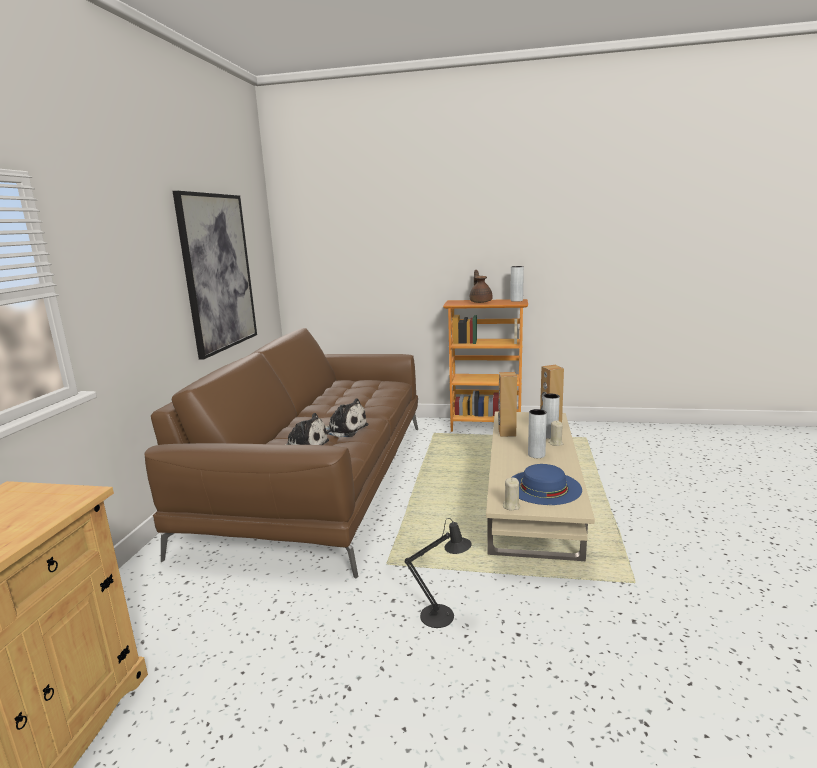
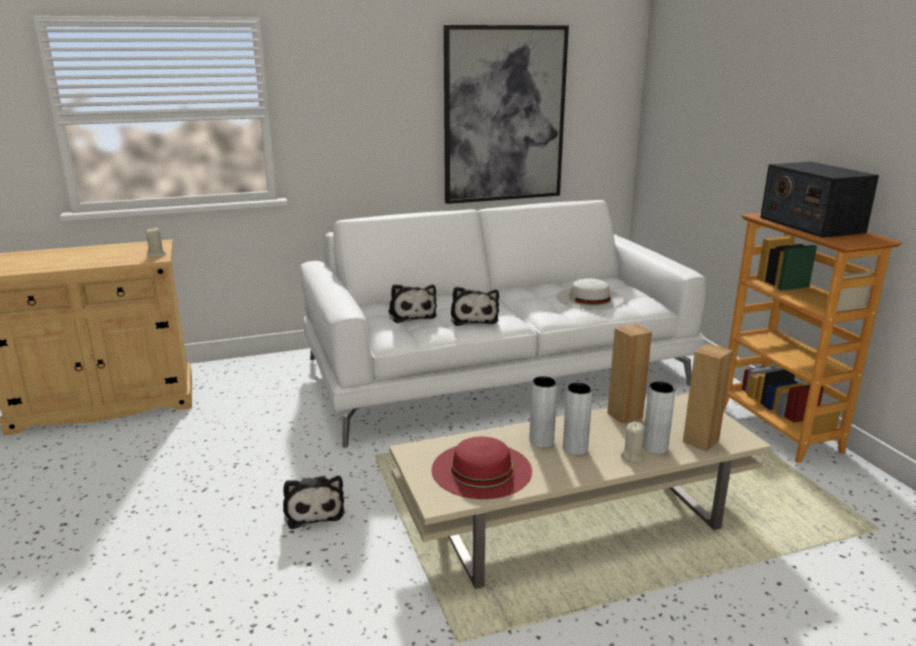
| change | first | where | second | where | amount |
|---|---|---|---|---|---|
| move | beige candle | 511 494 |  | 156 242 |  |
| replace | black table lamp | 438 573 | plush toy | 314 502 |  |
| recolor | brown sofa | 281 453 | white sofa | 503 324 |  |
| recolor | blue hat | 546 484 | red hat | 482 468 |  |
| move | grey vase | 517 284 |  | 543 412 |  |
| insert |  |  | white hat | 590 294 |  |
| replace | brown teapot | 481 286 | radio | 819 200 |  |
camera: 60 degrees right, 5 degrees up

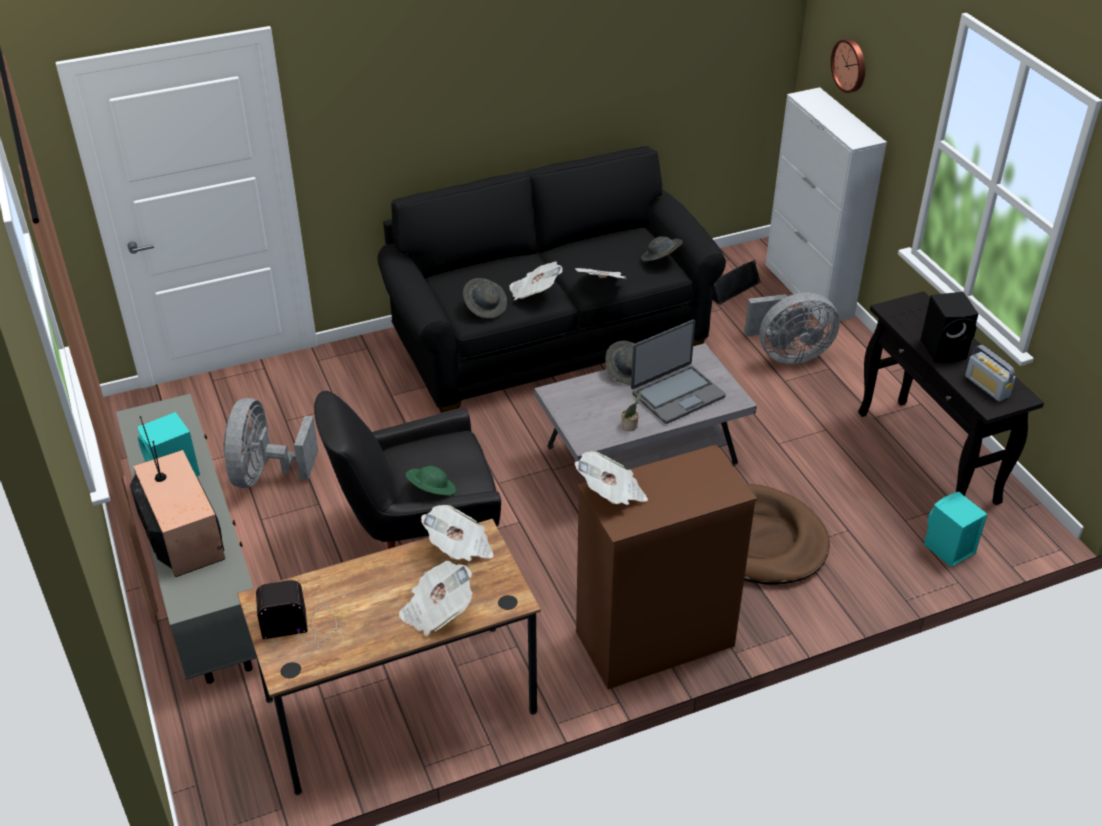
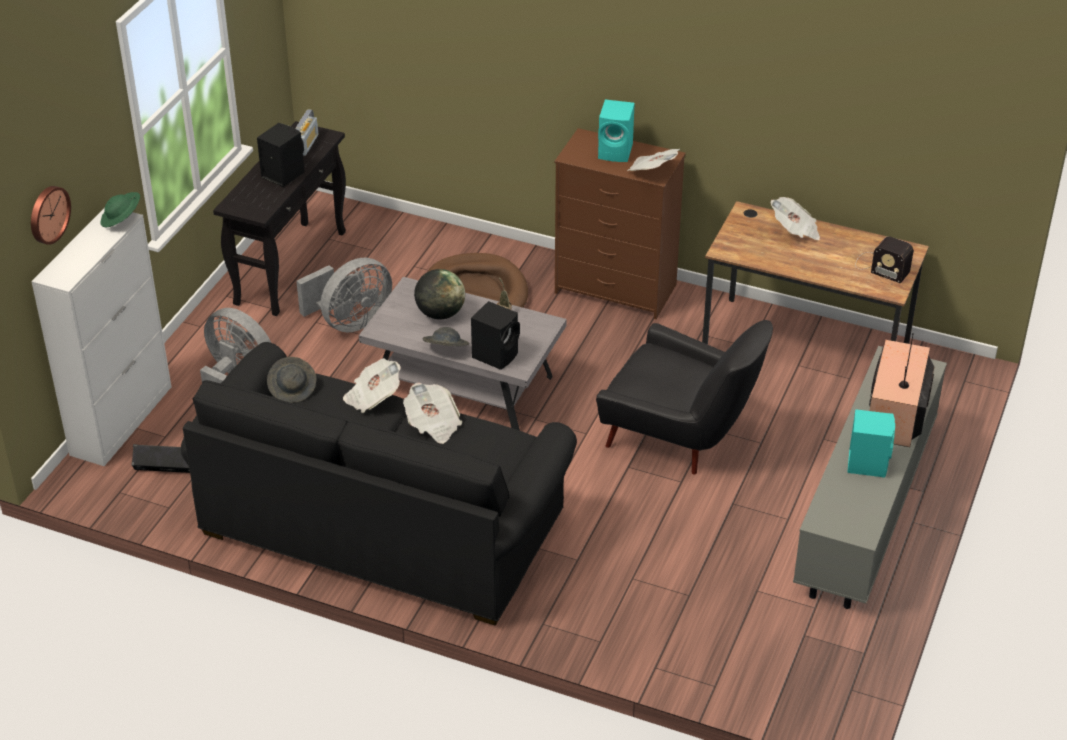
| change | first | where | second | where | amount |
|---|---|---|---|---|---|
| move | green hat | 431 480 |  | 120 209 |  |
| move | grey fan | 270 443 |  | 344 295 |  |
| replace | laptop | 678 372 | globe | 439 294 |  |
| insert |  |  | black speaker | 495 335 |  |
| move | turquoise speaker | 955 529 |  | 616 131 |  |
| delete | newspaper | 457 533 |  |  |  |
| delete | grey hat | 485 298 |  |  |  |
camera: 135 degrees left, 0 degrees up

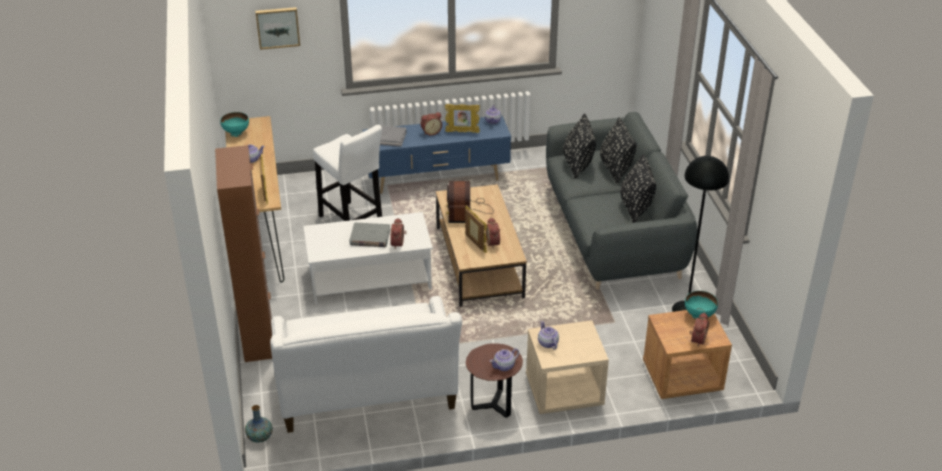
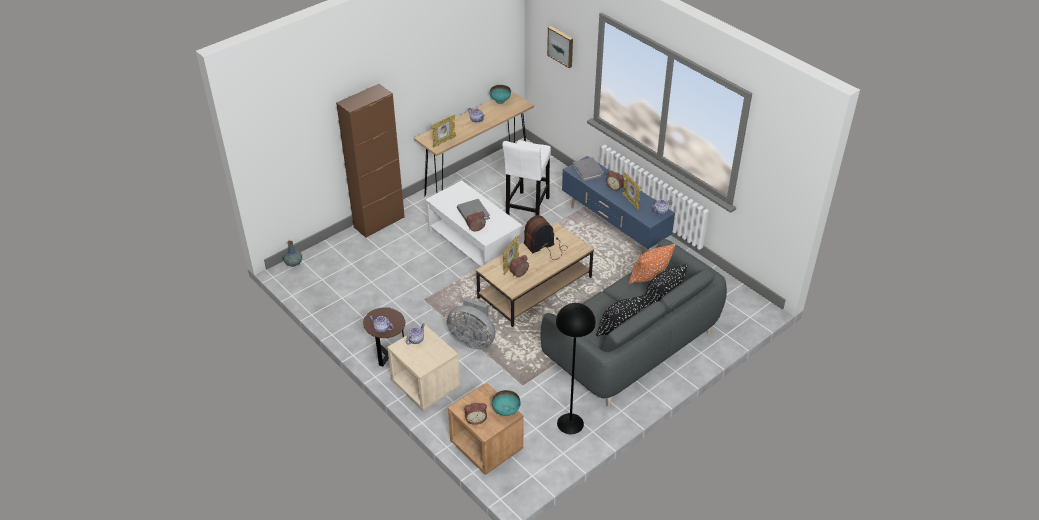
| change | first | where | second | where | amount |
|---|---|---|---|---|---|
| insert |  |  | grey fan | 471 323 |  |
| recolor | black pillow | 579 146 | orange pillow | 651 263 |  |
| delete | white sofa | 366 364 |  |  |  |
camera: 60 degrees right, 5 degrees up

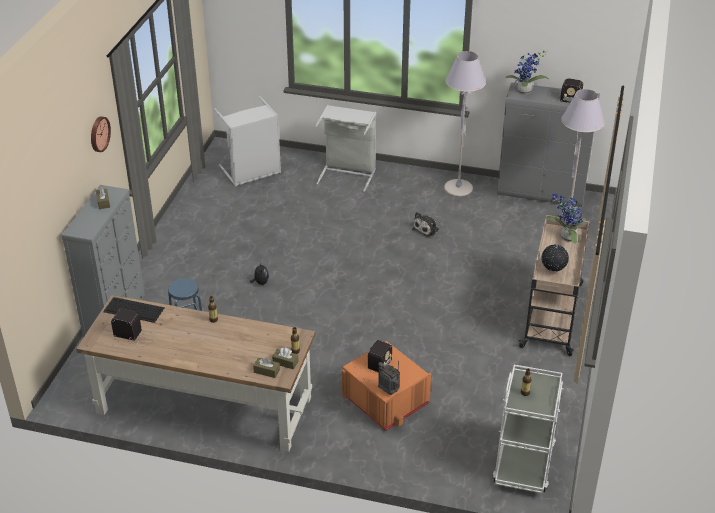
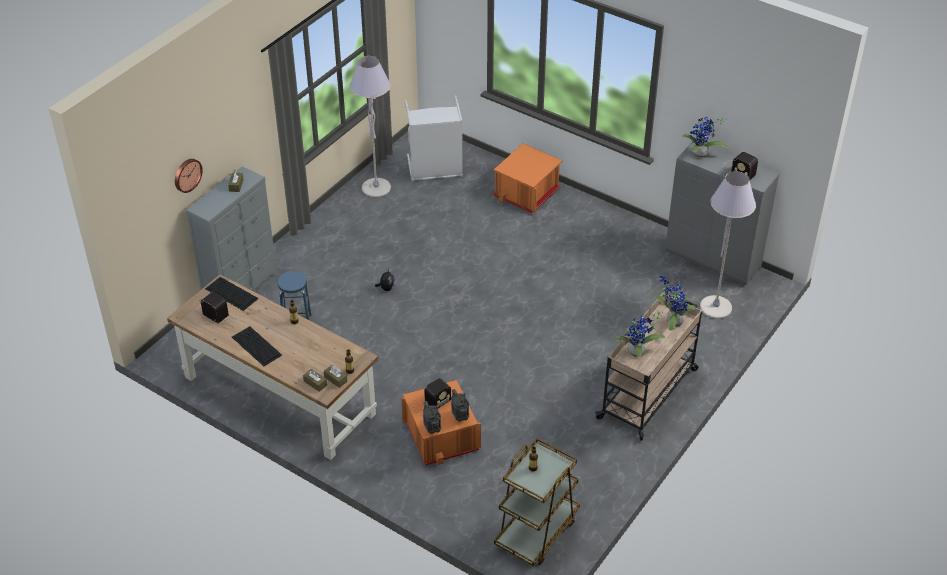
| change | first | where | second | where | amount |
|---|---|---|---|---|---|
| move | wall clock | 101 134 |  | 189 176 |  |
| insert |  |  | keyboard | 257 346 |  |
| move | grey floor lamp | 465 124 |  | 370 126 |  |
| insert |  |  | radio | 460 405 |  |
| replace | grey laundry basket | 345 148 | orange storage box | 527 178 |  |
| recolor | white cart | 528 429 | brown cart | 537 502 |  |
| replace | globe | 555 258 | potted plant | 639 334 |  |
| delete | plush toy | 425 224 |  |  |  |
camera: 20 degrees right, 5 degrees up

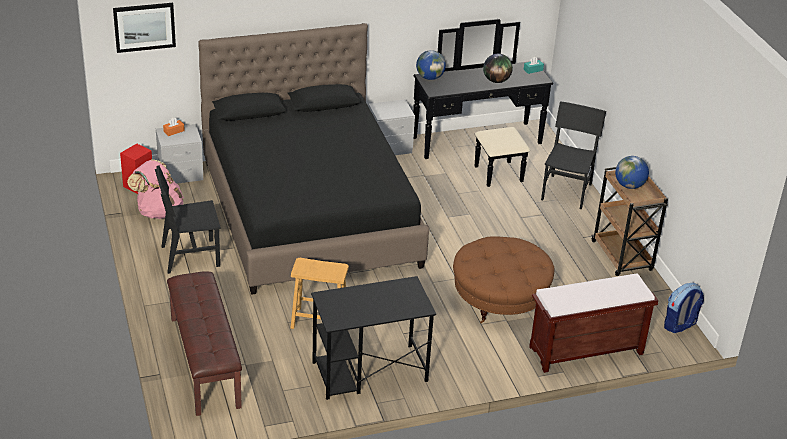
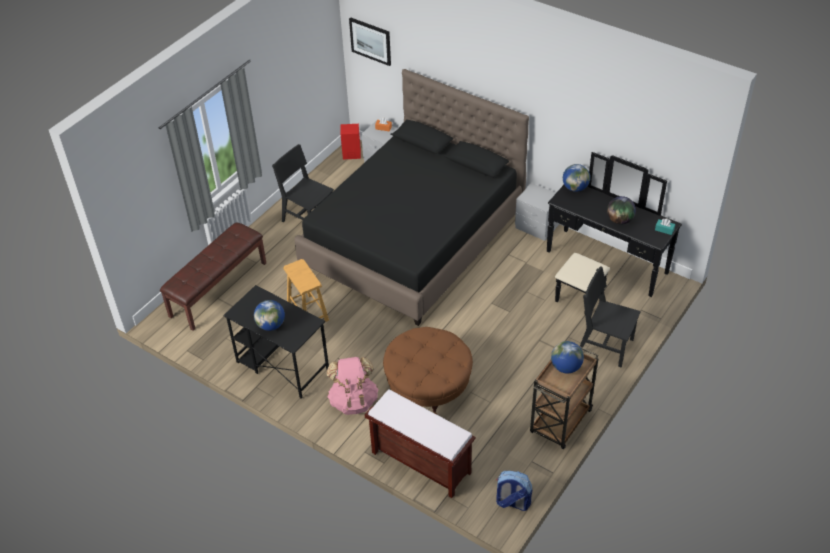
| change | first | where | second | where | amount |
|---|---|---|---|---|---|
| insert |  |  | globe | 269 315 |  |
| move | pink backpack | 155 189 |  | 353 386 |  |
| rotate | black chair | 573 155 |  | 610 316 | 135 degrees counterclockwise |
camera: 55 degrees right, 10 degrees up

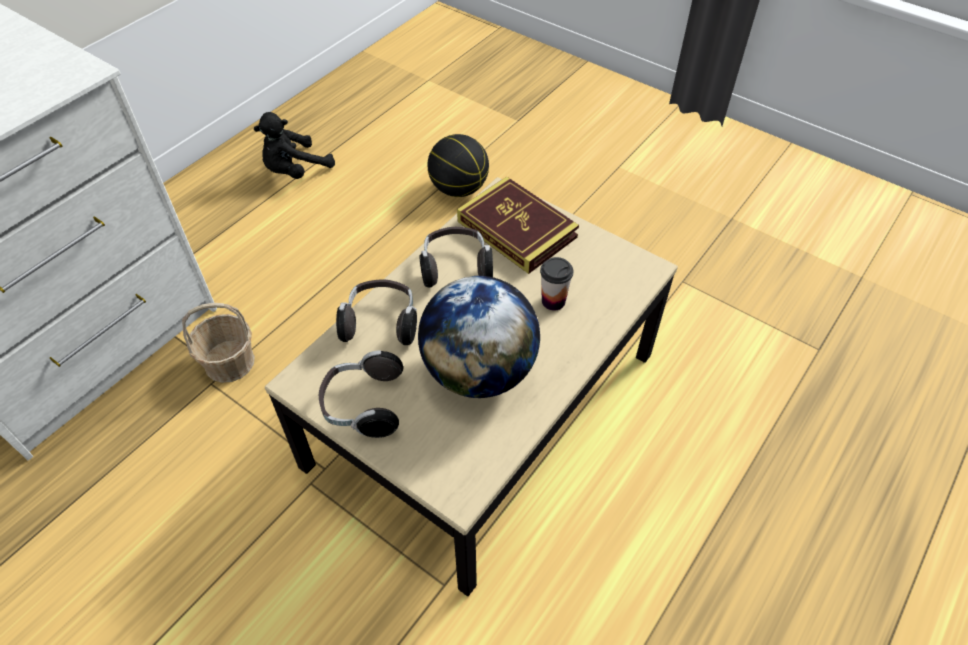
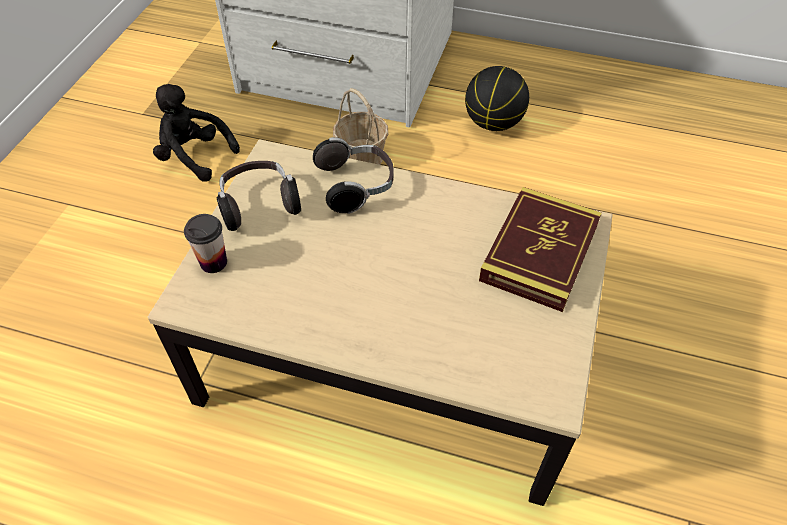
| change | first | where | second | where | amount |
|---|---|---|---|---|---|
| move | black plush toy | 294 145 |  | 196 133 |  |
| move | cup | 556 284 |  | 205 243 |  |
| move | basketball | 458 165 |  | 497 98 |  |
| delete | globe | 479 337 |  |  |  |
| delete | headphones | 456 257 |  |  |  |
camera: 70 degrees right, 0 degrees up

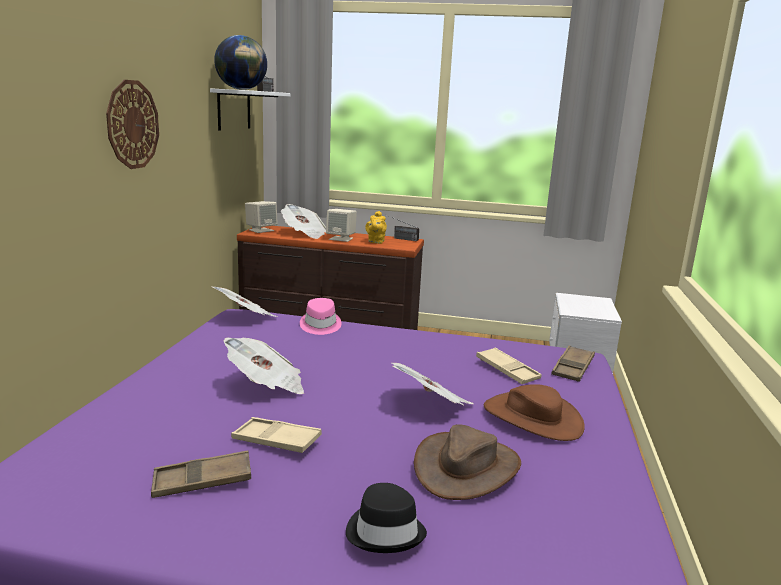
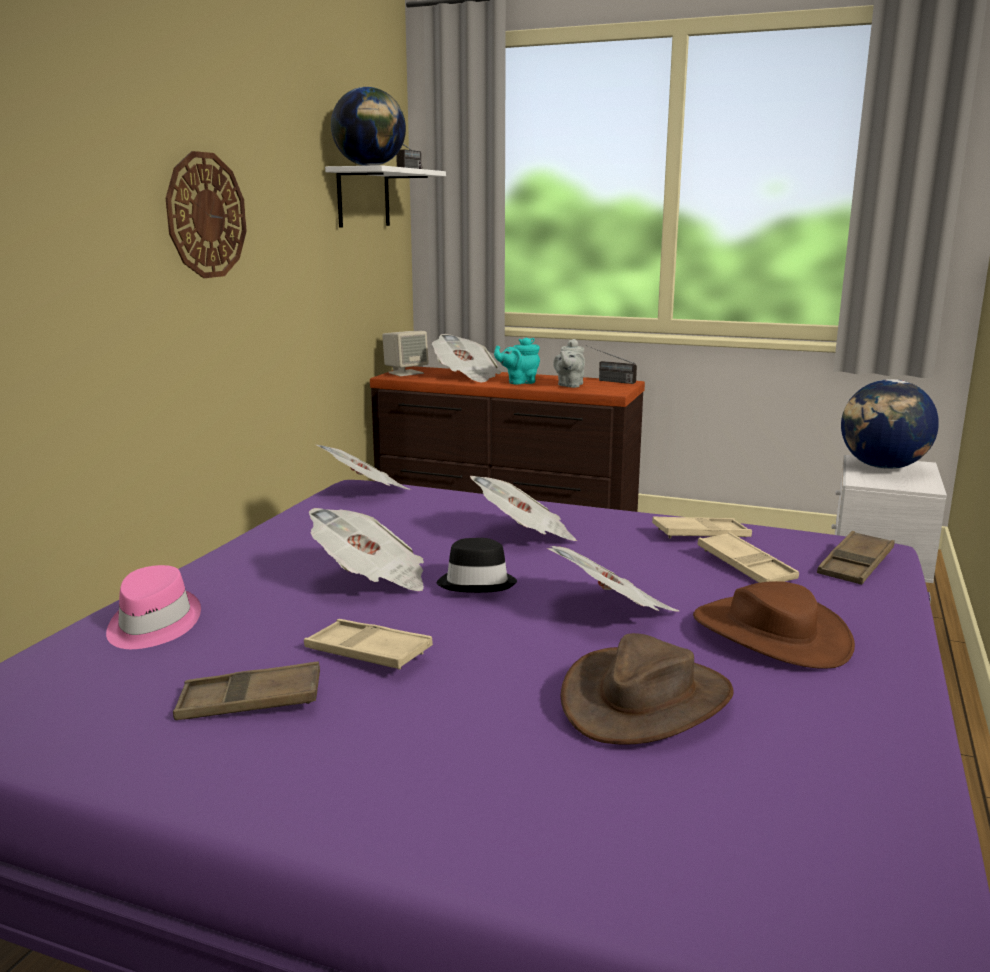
| change | first | where | second | where | amount |
|---|---|---|---|---|---|
| move | pink hat | 320 316 |  | 153 607 |  |
| move | black hat | 386 518 |  | 477 565 |  |
| insert |  |  | newspaper | 524 508 |  |
| replace | beige speaker | 341 225 | turquoise teapot | 517 360 |  |
| recolor | yellow teapot | 376 227 | grey teapot | 569 363 |  |
| insert |  |  | beige tray | 702 527 |  |
| insert |  |  | globe | 890 424 |  |
camera: 10 degrees right, 0 degrees up

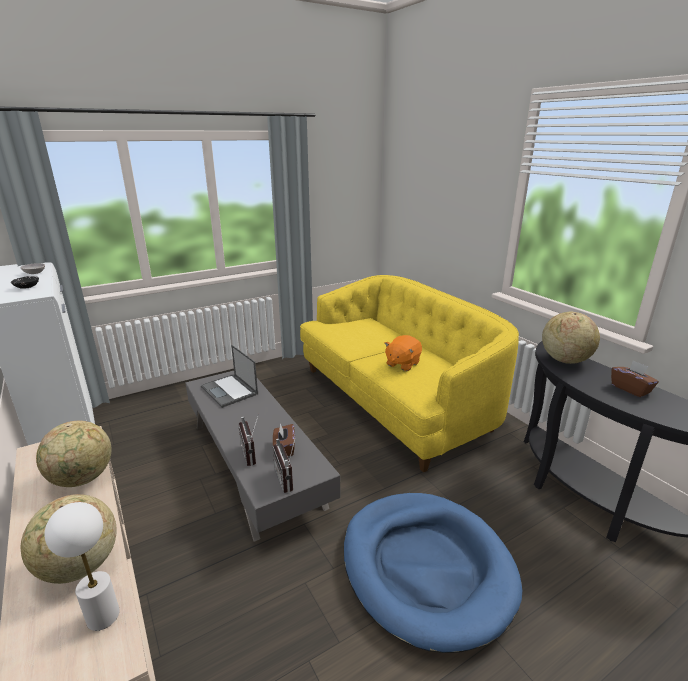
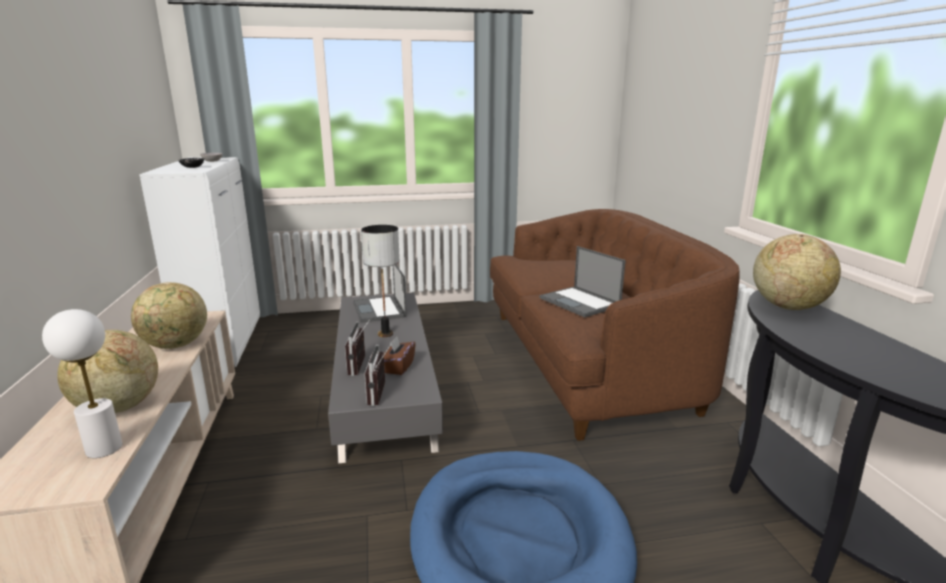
| change | first | where | second | where | amount |
|---|---|---|---|---|---|
| insert |  |  | table lamp | 380 281 |  |
| recolor | yellow sofa | 409 374 | brown sofa | 615 325 |  |
| replace | orange plush toy | 403 353 | laptop | 582 281 |  |
| delete | brown tissue box | 635 378 |  |  |  |
camera: 20 degrees right, 5 degrees down

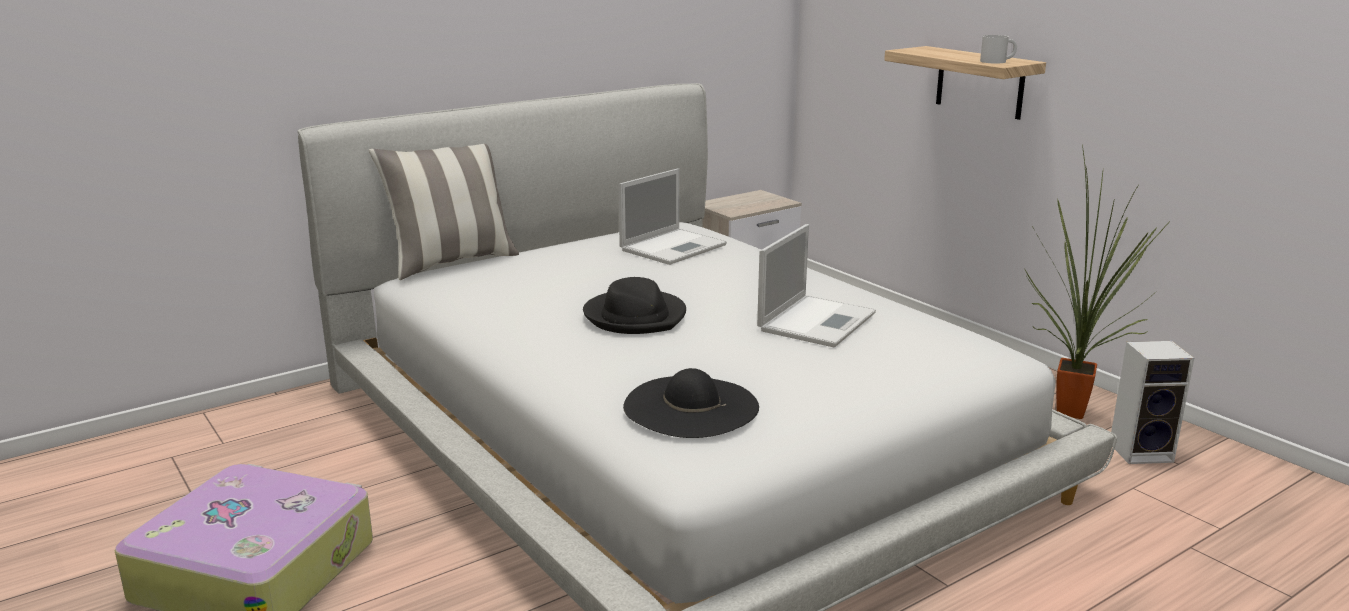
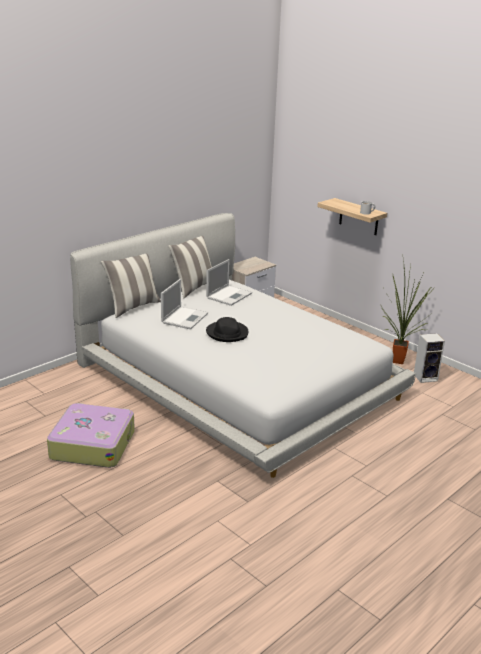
| change | first | where | second | where | amount |
|---|---|---|---|---|---|
| move | laptop | 816 285 |  | 184 304 |  |
| insert |  |  | pillow | 190 267 |  |
| delete | black hat | 691 403 |  |  |  |
camera: 10 degrees left, 5 degrees up

